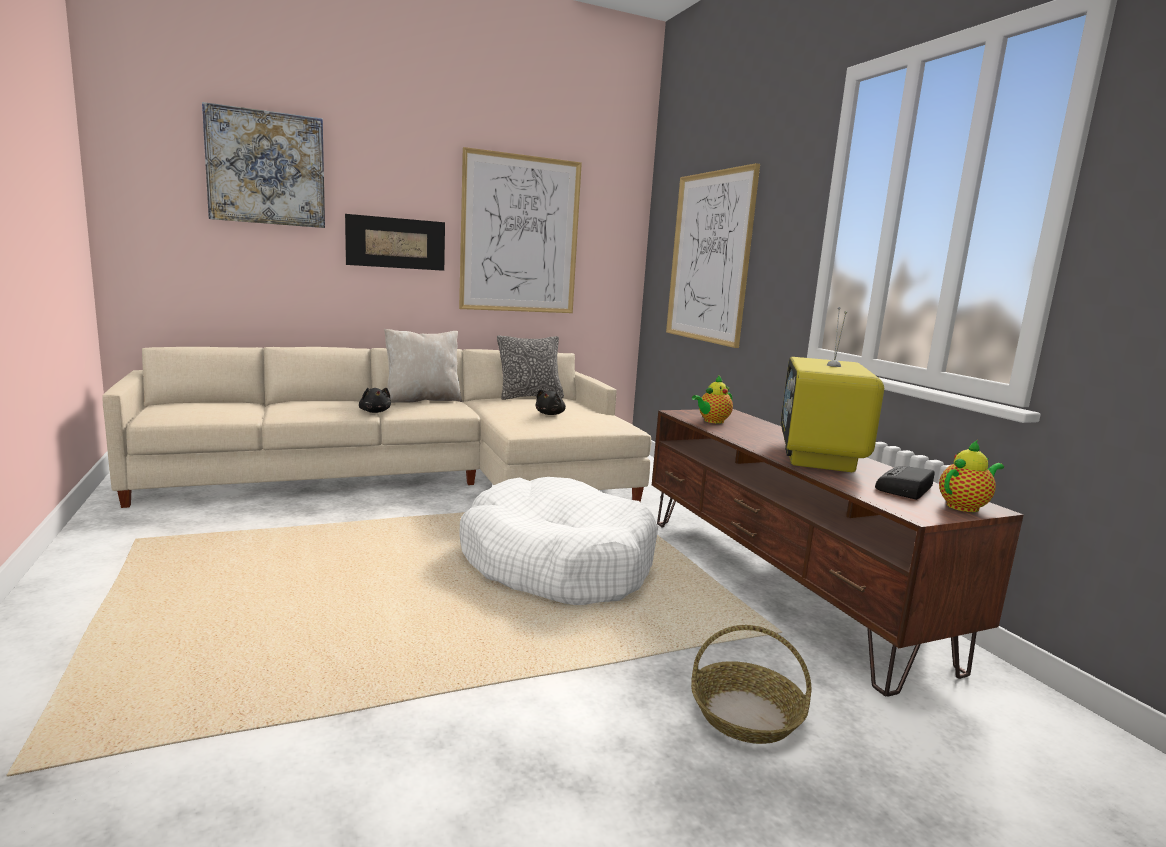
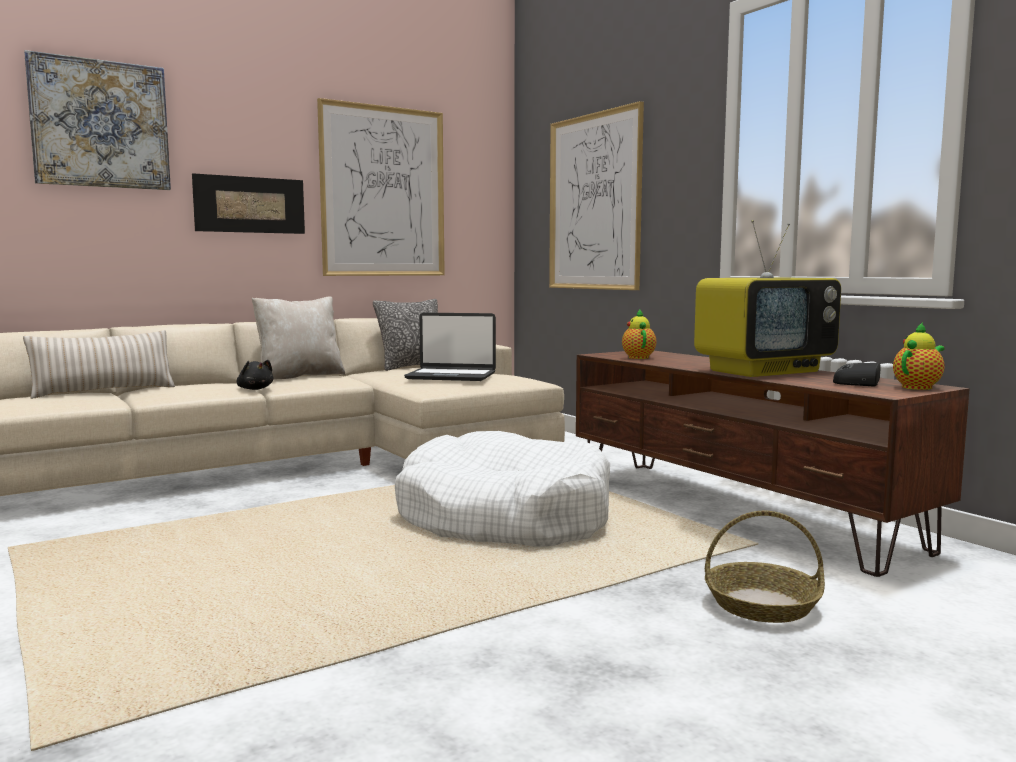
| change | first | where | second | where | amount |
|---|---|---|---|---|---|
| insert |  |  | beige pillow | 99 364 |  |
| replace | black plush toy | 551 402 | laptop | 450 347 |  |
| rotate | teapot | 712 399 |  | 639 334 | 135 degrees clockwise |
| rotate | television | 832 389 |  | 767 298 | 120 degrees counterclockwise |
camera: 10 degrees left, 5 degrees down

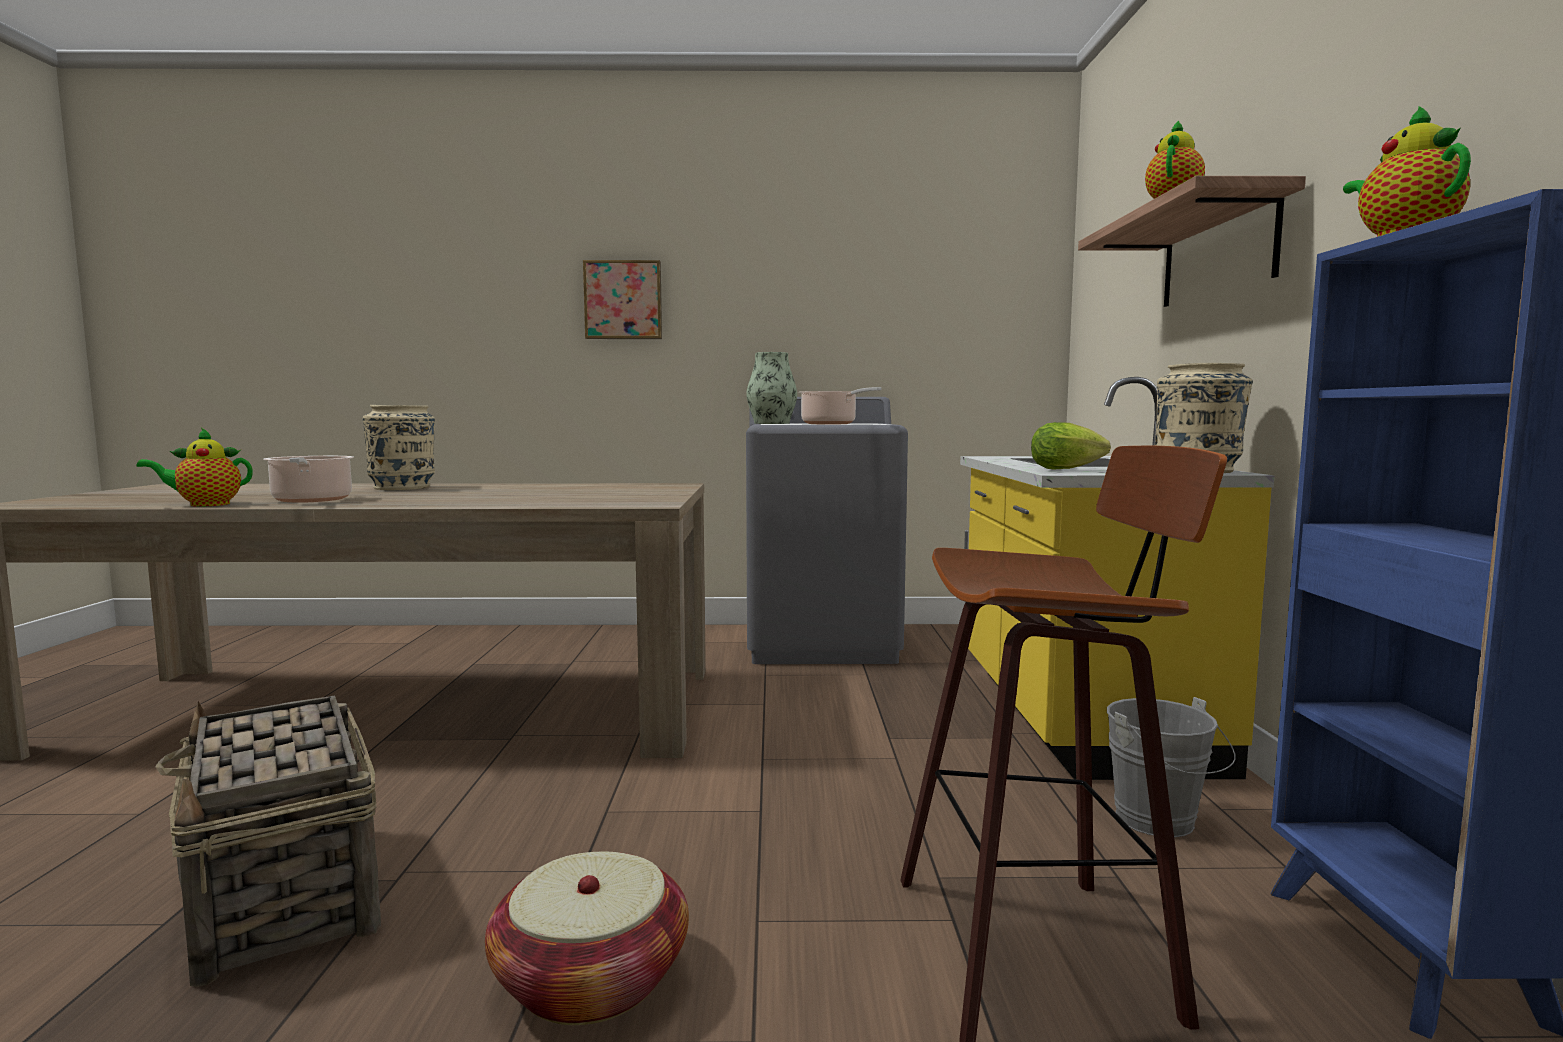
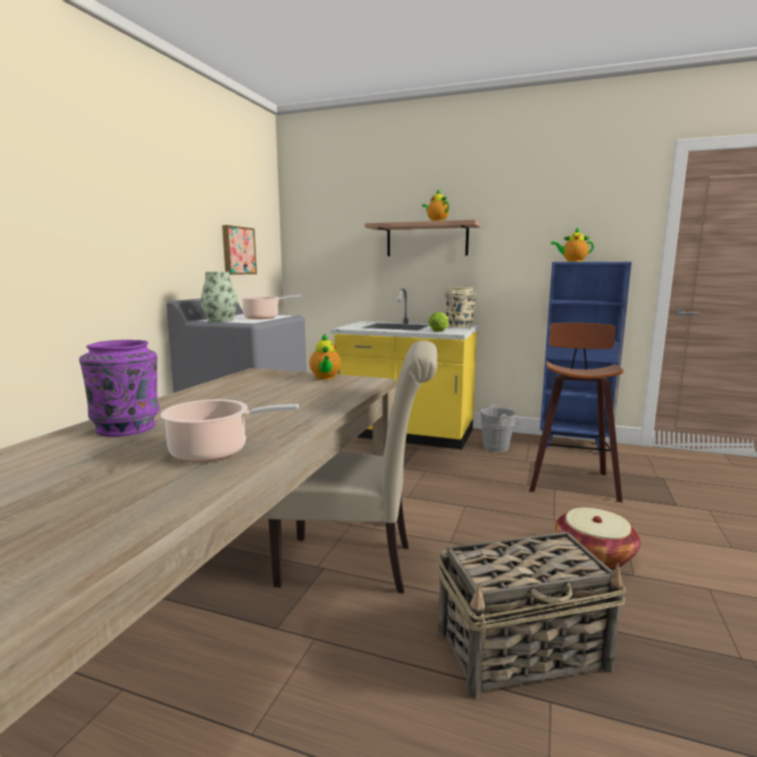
| change | first | where | second | where | amount |
|---|---|---|---|---|---|
| recolor | beige vase | 399 447 | purple vase | 119 388 |  |
| move | picture | 622 299 |  | 239 250 |  |
| insert |  |  | beige chair | 351 466 |  |
| move | teapot | 195 467 |  | 325 356 |  |
camera: 70 degrees left, 5 degrees up

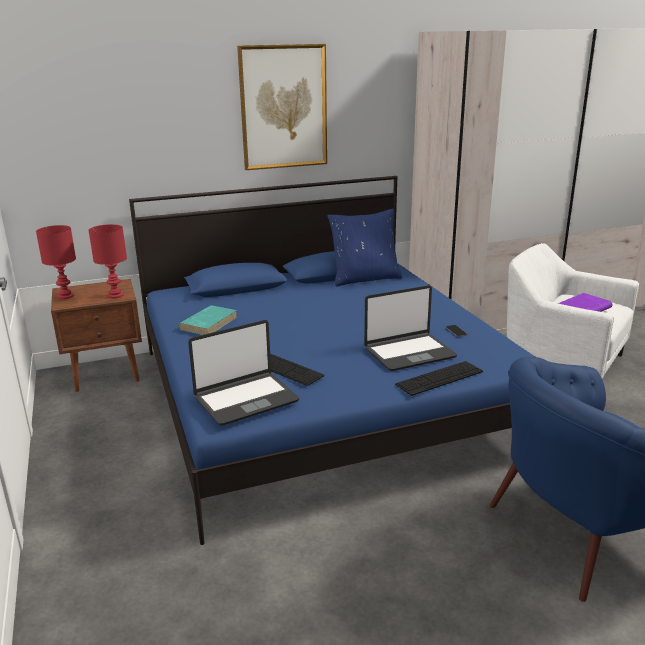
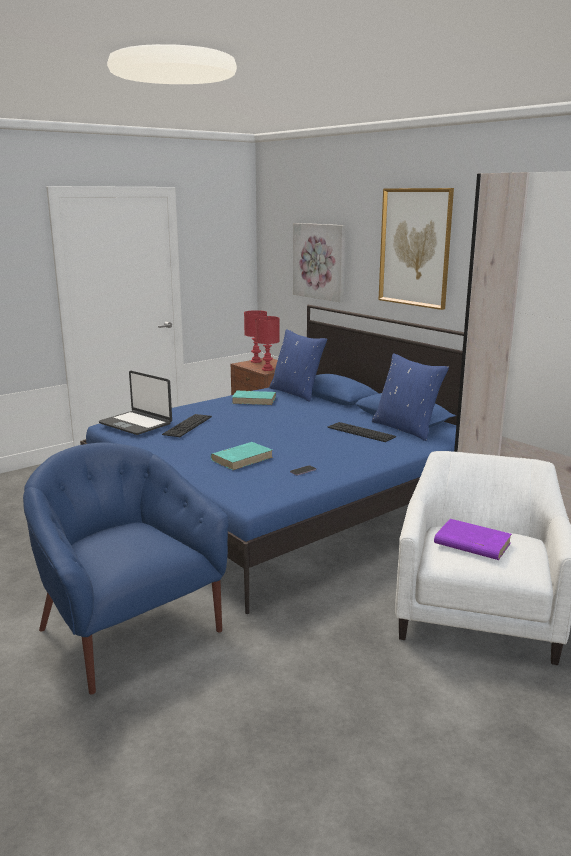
| change | first | where | second | where | amount |
|---|---|---|---|---|---|
| replace | laptop | 410 328 | turquoise book | 241 456 |  |
| insert |  |  | blue pillow | 298 365 |  |
| insert |  |  | picture | 319 263 |  |
| move | keyboard | 439 378 |  | 362 432 |  |
camera: 70 degrees right, 5 degrees down

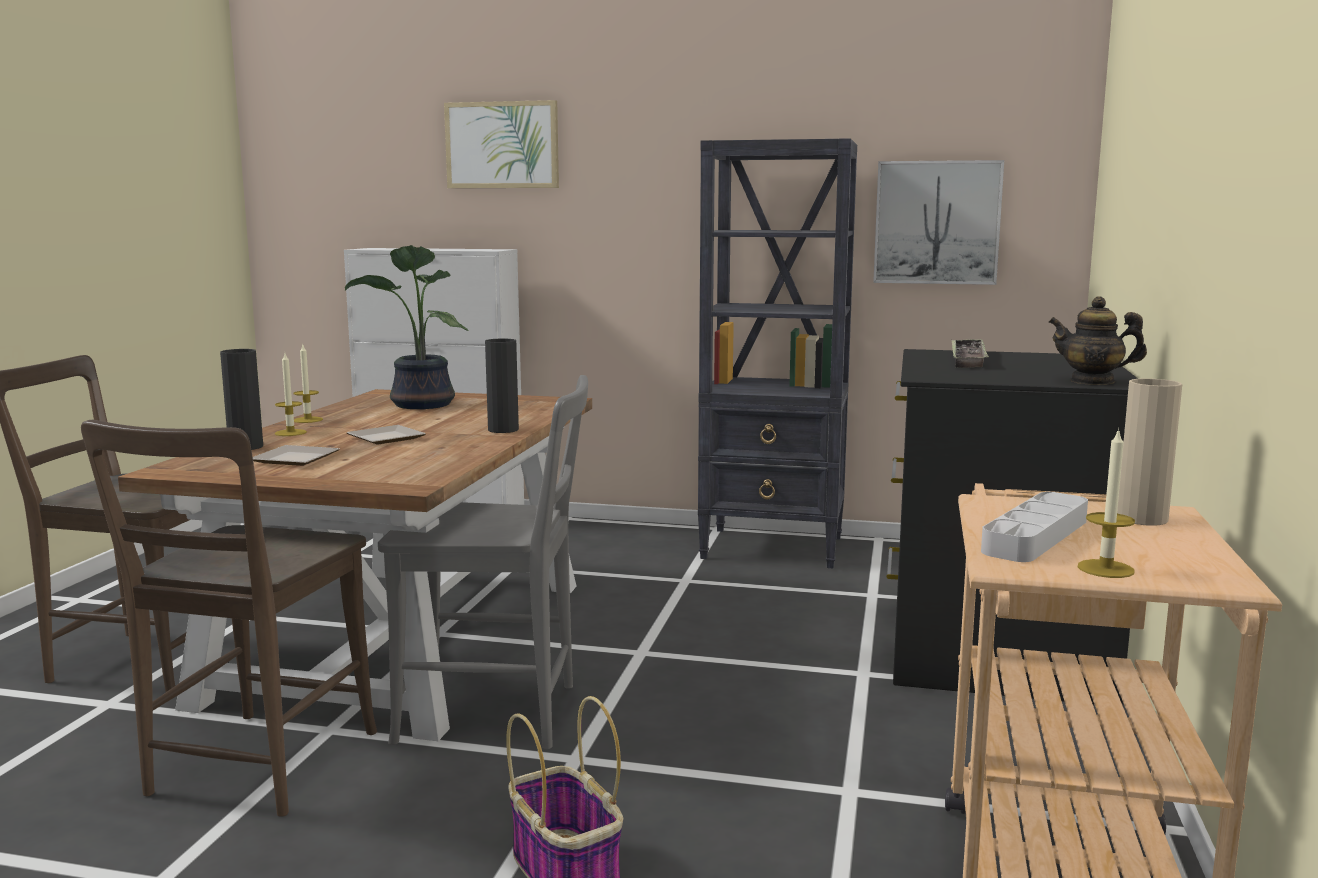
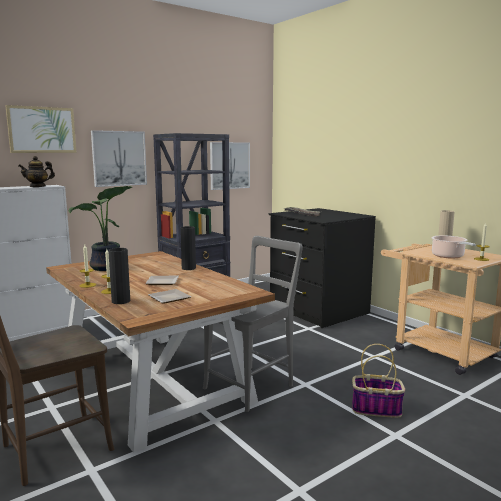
| change | first | where | second | where | amount |
|---|---|---|---|---|---|
| move | teapot | 1098 340 |  | 36 171 |  |
| insert |  |  | picture | 119 158 |  |
| replace | grey tray | 1034 527 | cooking pot | 453 247 |  |
| delete | brown chair | 229 618 |  |  |  |
camera: 50 degrees left, 0 degrees up

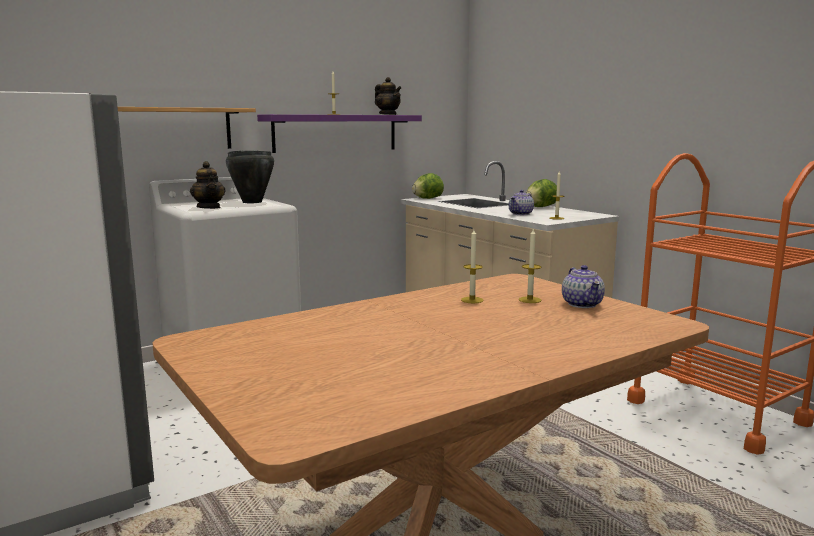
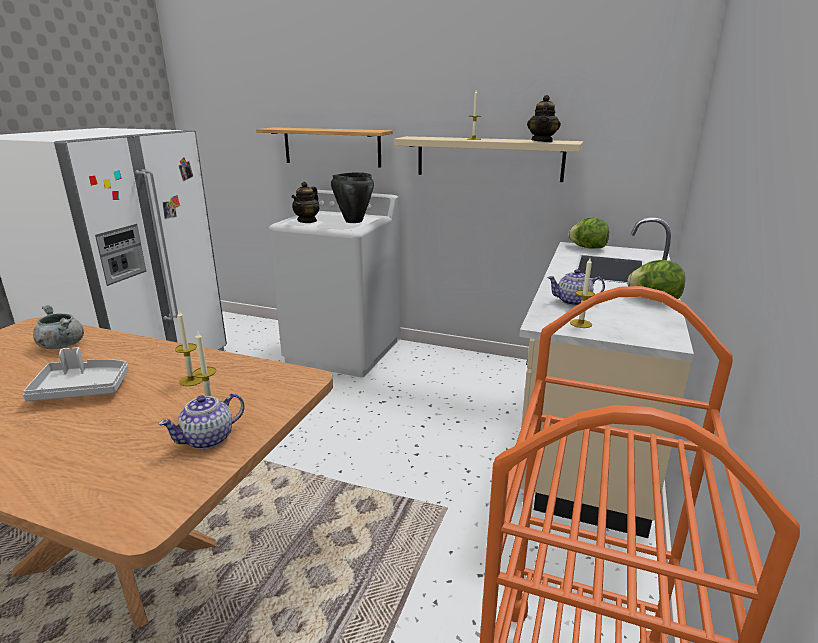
| change | first | where | second | where | amount |
|---|---|---|---|---|---|
| insert |  |  | grey tray | 76 374 |  |
| insert |  |  | grey cooking pot | 58 327 |  |
| recolor | purple shelf | 339 133 | beige shelf | 488 159 |  |
camera: 55 degrees right, 10 degrees up

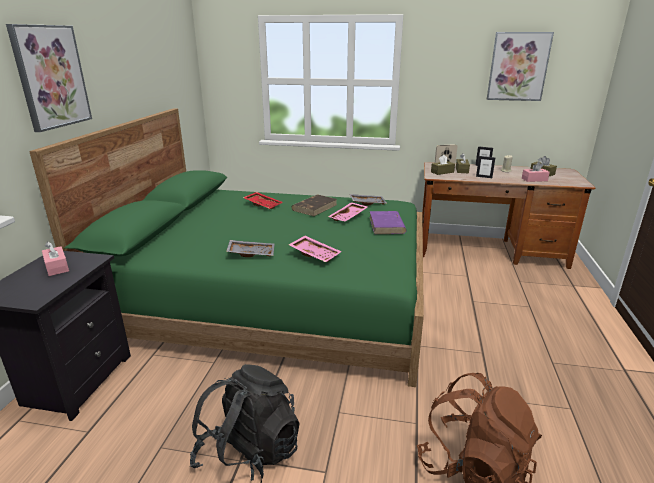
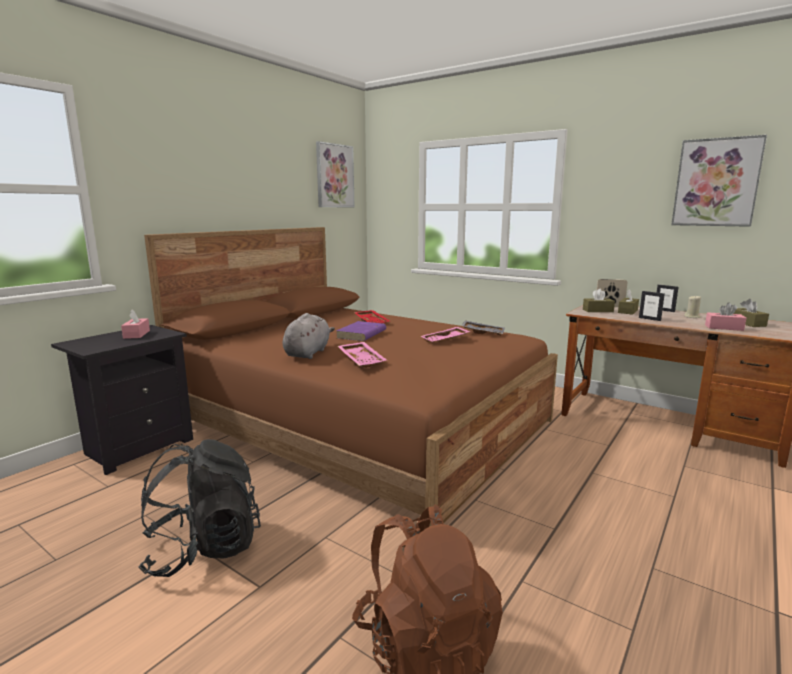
| change | first | where | second | where | amount |
|---|---|---|---|---|---|
| recolor | green bed | 226 247 | brown bed | 351 377 |  |
| replace | grey tray | 250 248 | grey plush toy | 309 336 |  |
| move | picture | 49 78 |  | 335 174 |  |
| move | purple book | 388 222 |  | 361 331 |  |
| delete | brown book | 314 205 |  |  |  |
camera: 25 degrees right, 10 degrees down

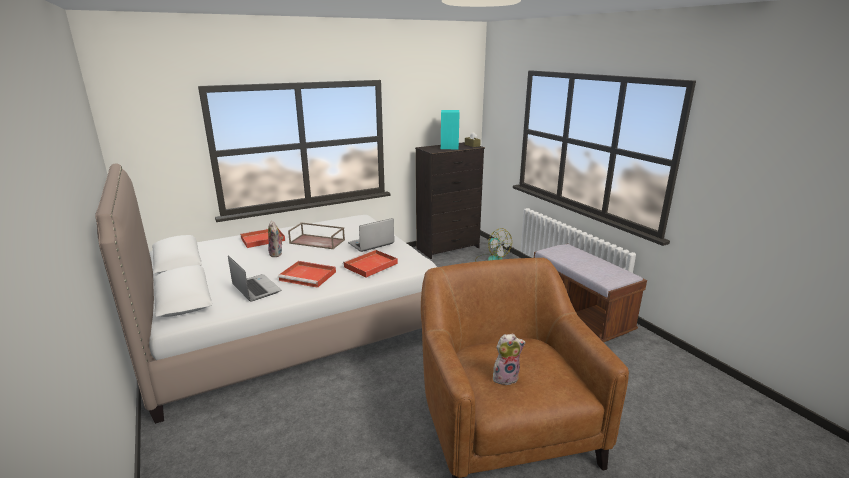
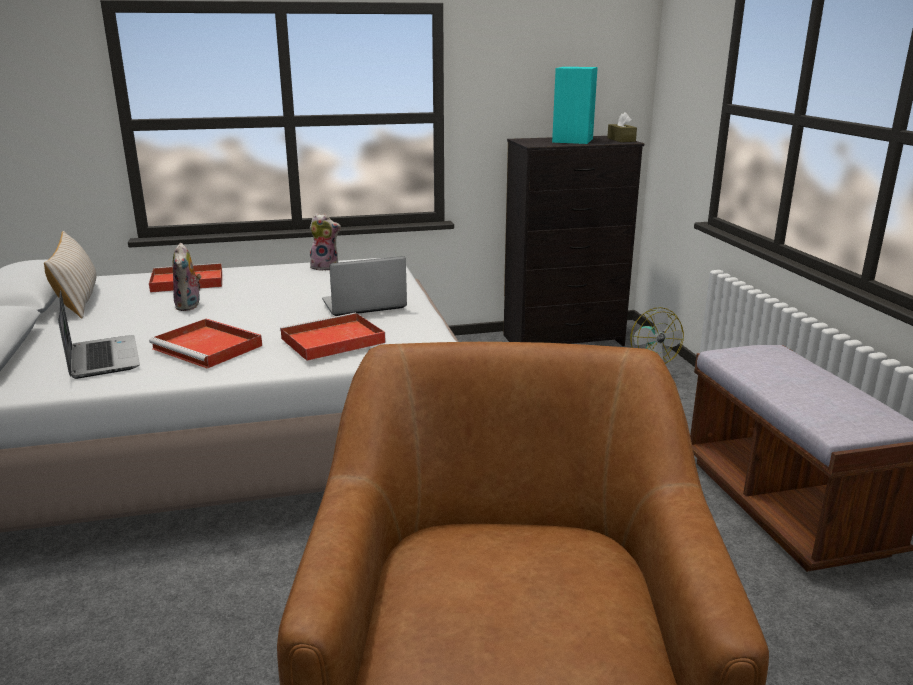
| change | first | where | second | where | amount |
|---|---|---|---|---|---|
| insert |  |  | beige pillow | 70 275 |  |
| move | plush toy | 509 359 |  | 325 242 |  |
| delete | brown tray | 316 235 |  |  |  |
camera: 15 degrees right, 0 degrees up

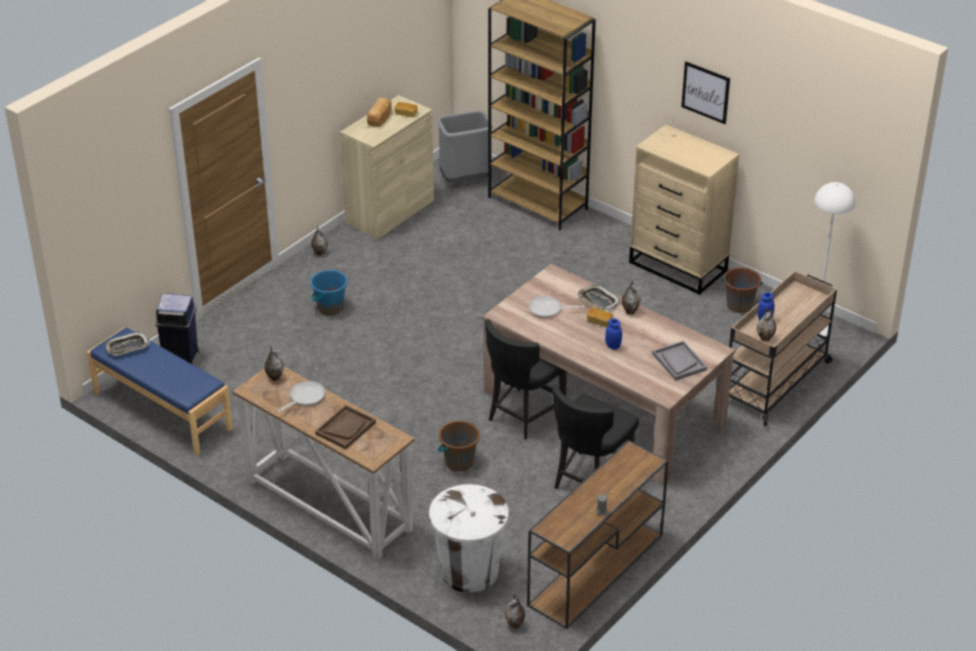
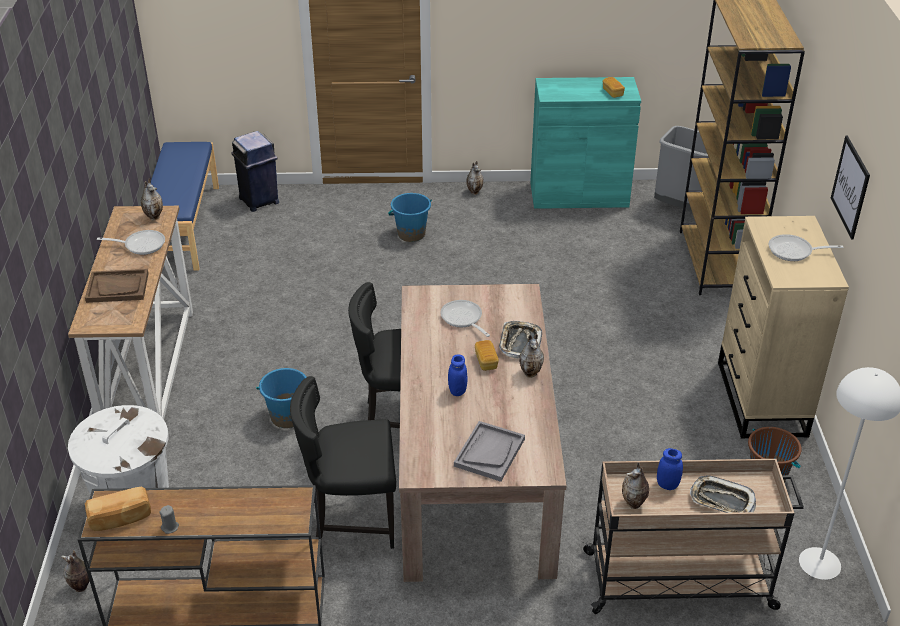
| change | first | where | second | where | amount |
|---|---|---|---|---|---|
| move | bread | 379 112 |  | 118 509 |  |
| recolor | brown bucket | 459 446 | blue bucket | 281 398 |  |
| recolor | beige cabinet | 387 167 | turquoise cabinet | 585 143 |  |
| move | tray | 127 344 |  | 723 494 |  |
| insert |  |  | frying pan | 806 247 |  |
camera: 50 degrees right, 0 degrees up

